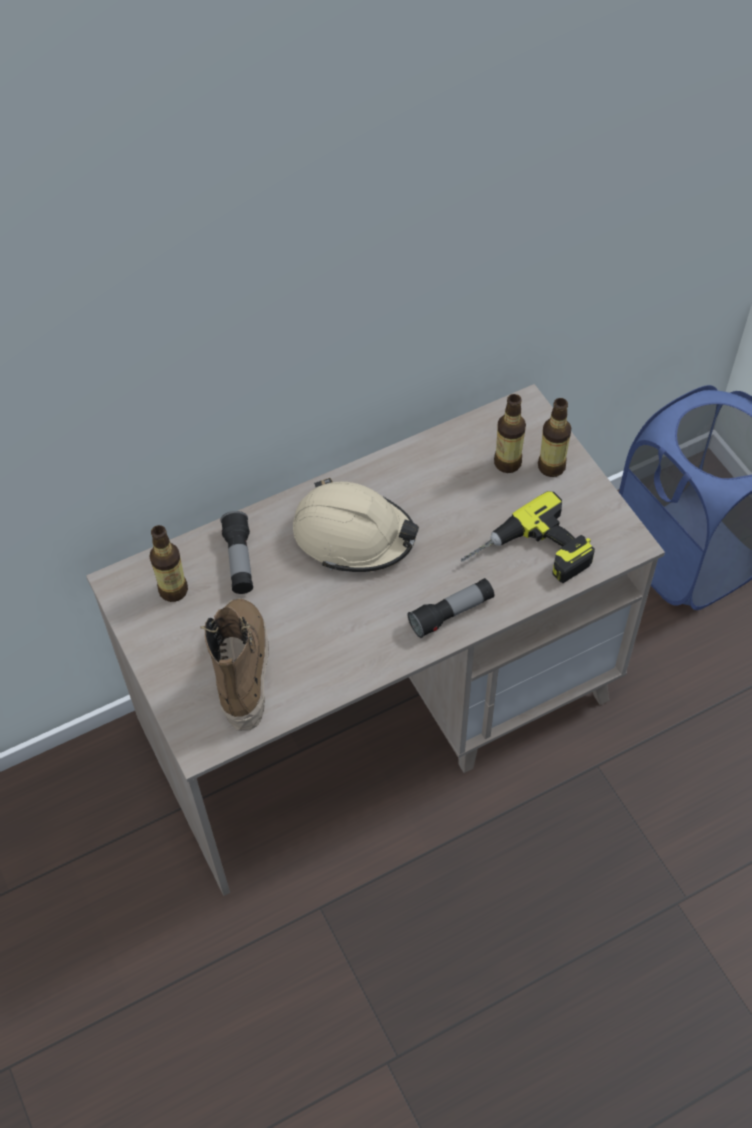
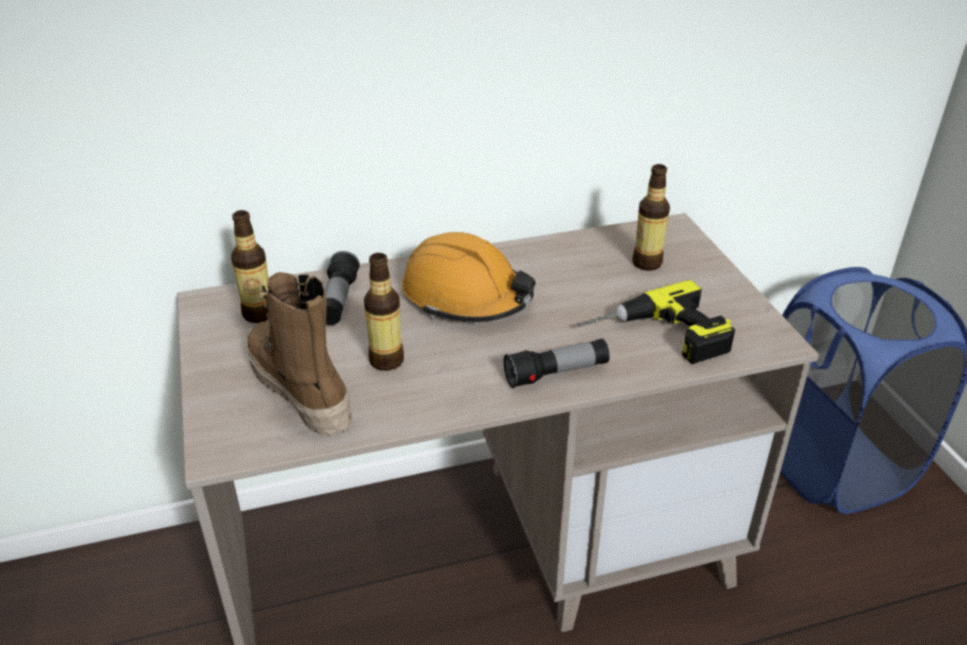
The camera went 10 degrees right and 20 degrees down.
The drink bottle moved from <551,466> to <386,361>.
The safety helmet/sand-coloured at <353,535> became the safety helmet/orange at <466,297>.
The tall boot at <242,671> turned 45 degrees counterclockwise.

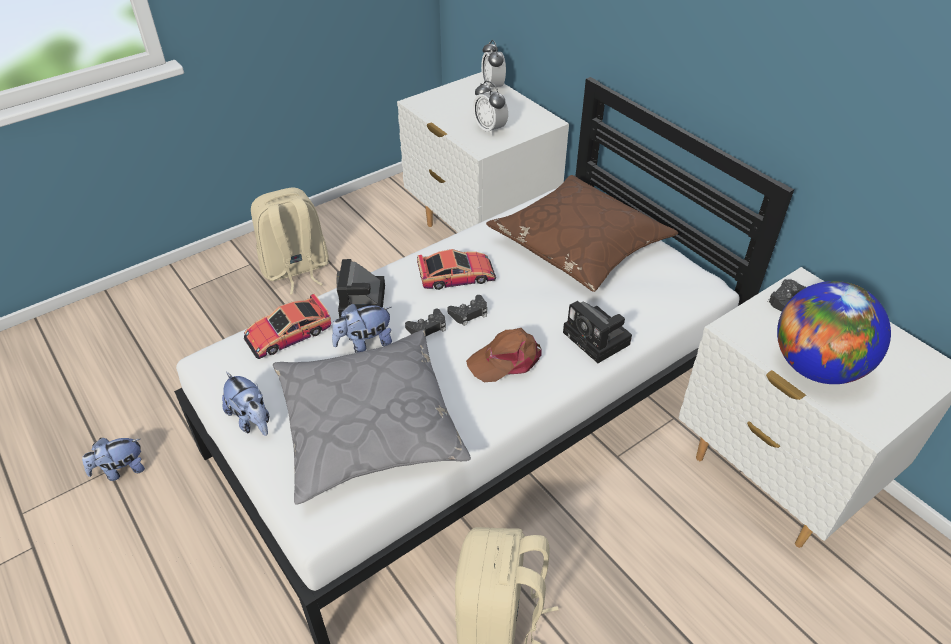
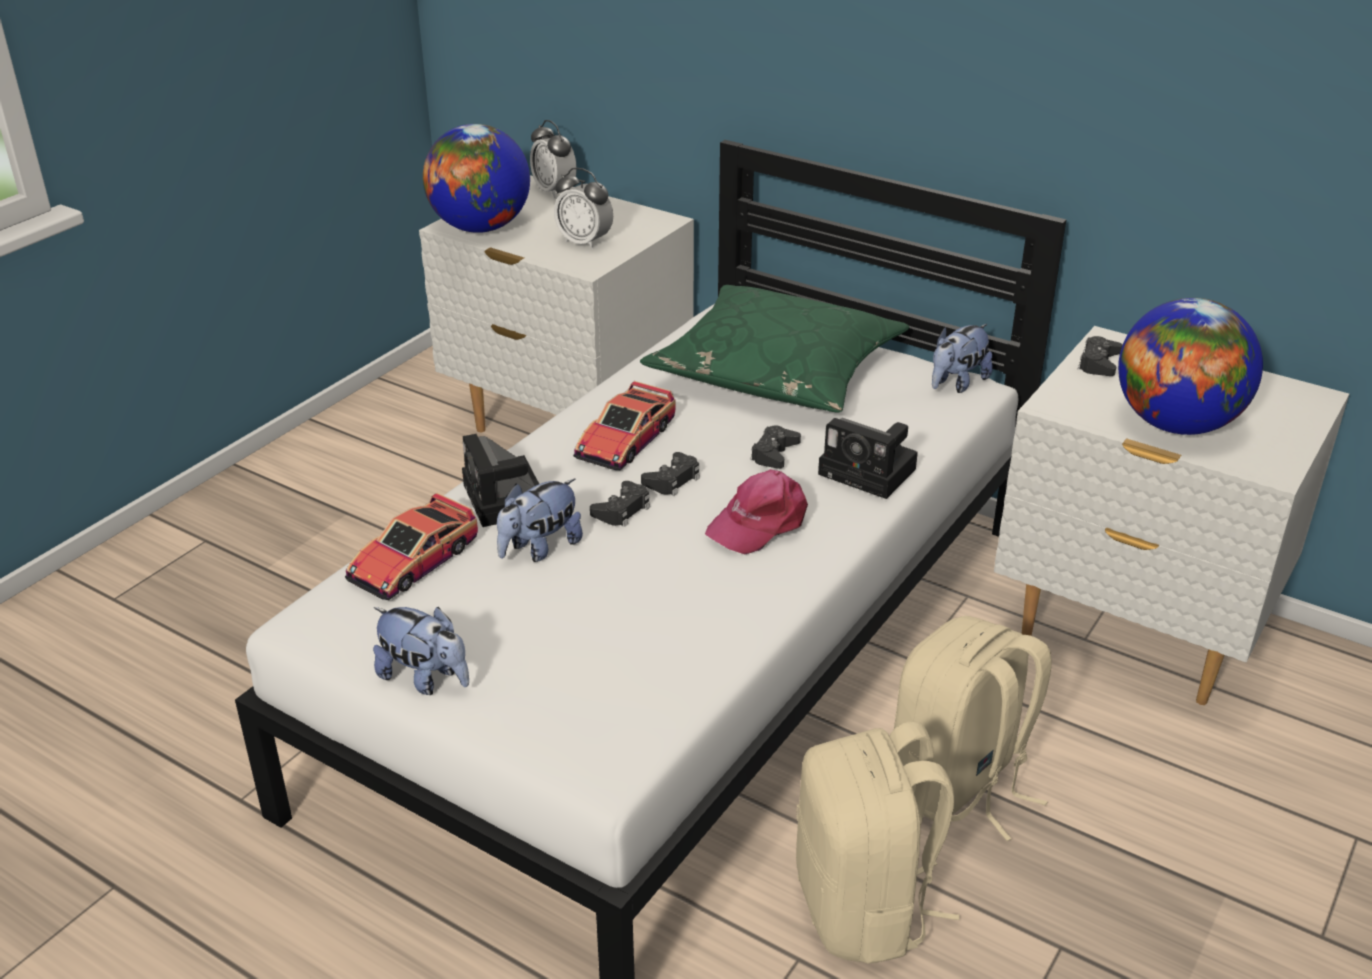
The camera went 20 degrees left and 10 degrees down.
The throw pillow/greyish at <368,425> disappeared.
The globe at <481,228> appeared.
The joypad/black-coloured at <774,453> appeared.
The soft toy moved from <121,470> to <956,383>.
The rucksack/sand-coloured moved from <295,270> to <959,786>.
The peaked cap/brown at <506,360> became the peaked cap/pink at <759,522>.
The throw pillow/brown at <579,244> became the throw pillow/greenish at <776,371>.
The toy car at <456,276> turned 150 degrees clockwise.

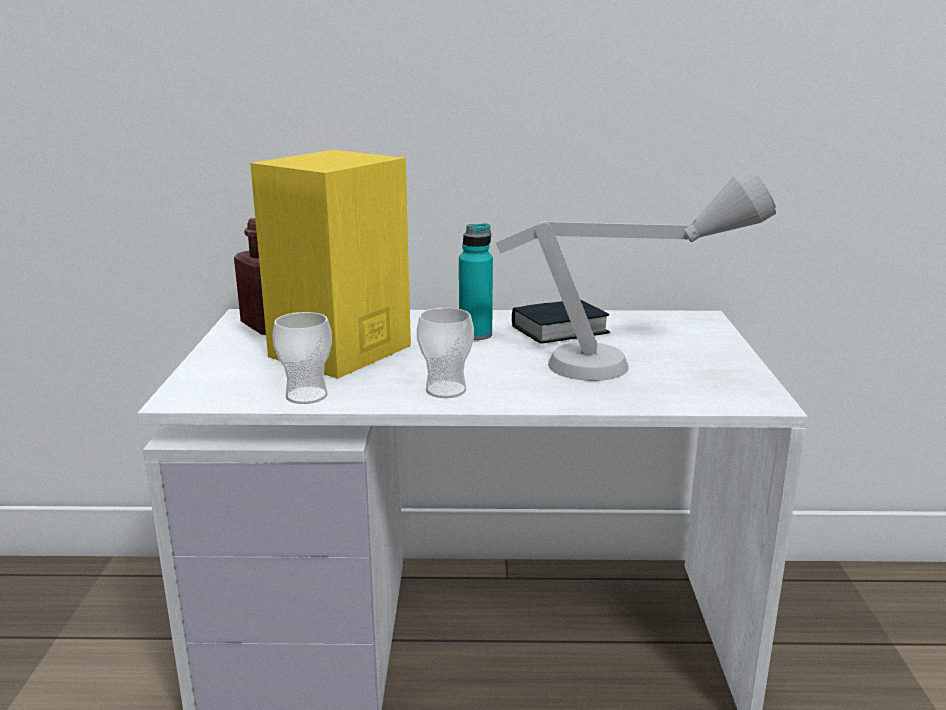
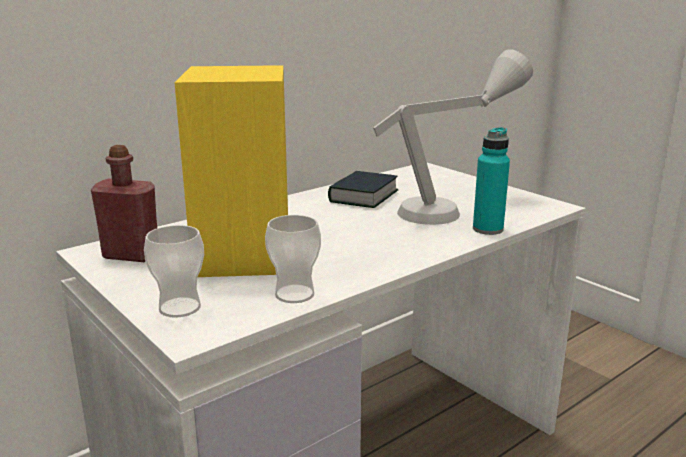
The camera went 40 degrees left and 0 degrees up.
The drinking cup moved from <446,390> to <180,308>.
The drink bottle/turquoise-coloured moved from <475,335> to <487,229>.

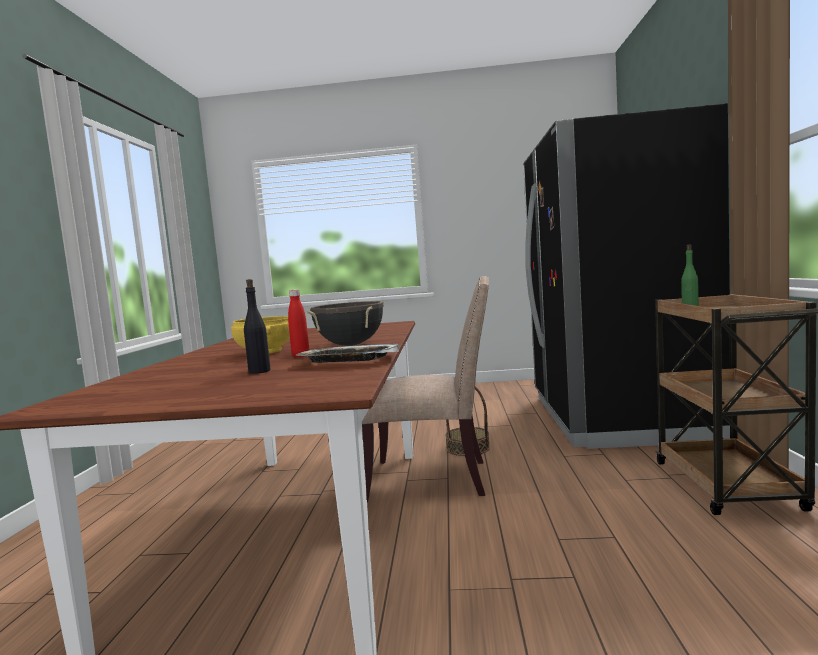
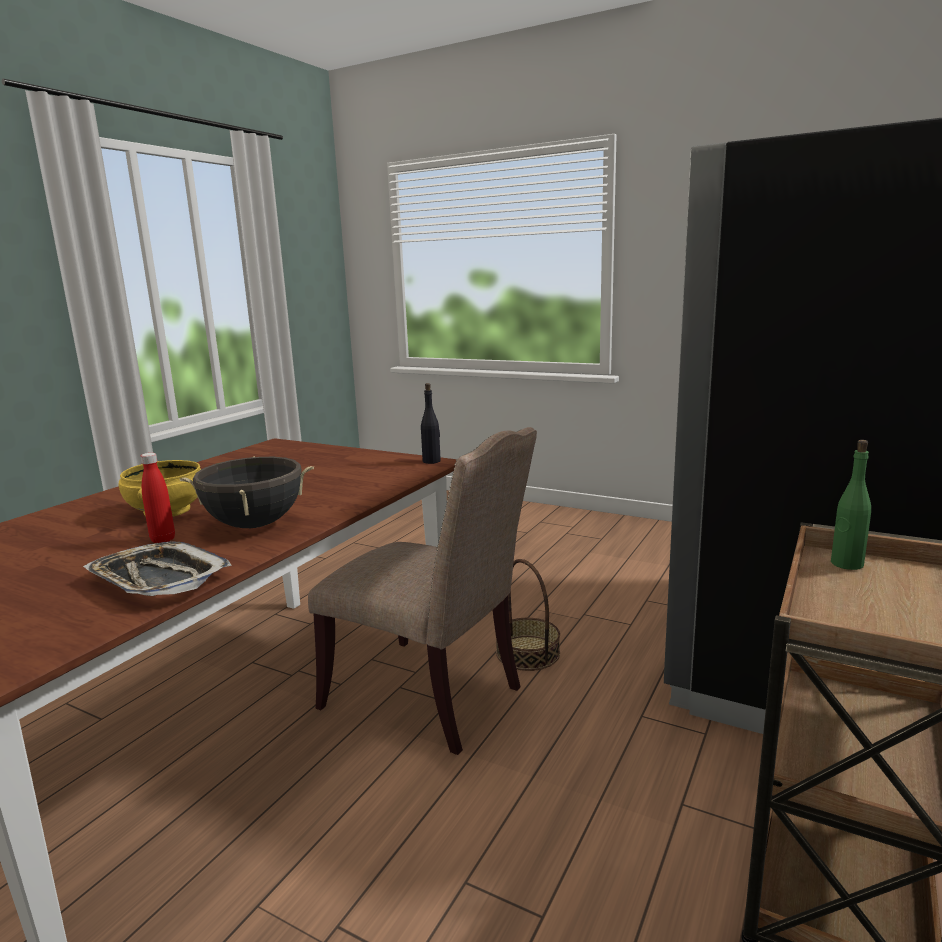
The camera went 25 degrees right and 10 degrees up.
The drink bottle/black-coloured moved from <259,371> to <432,461>.

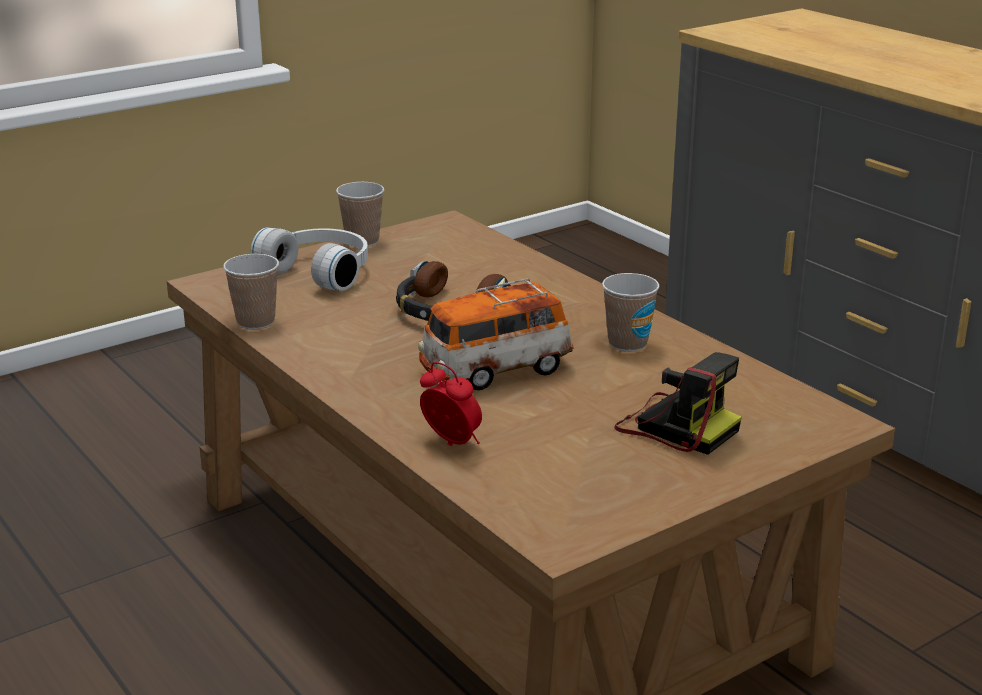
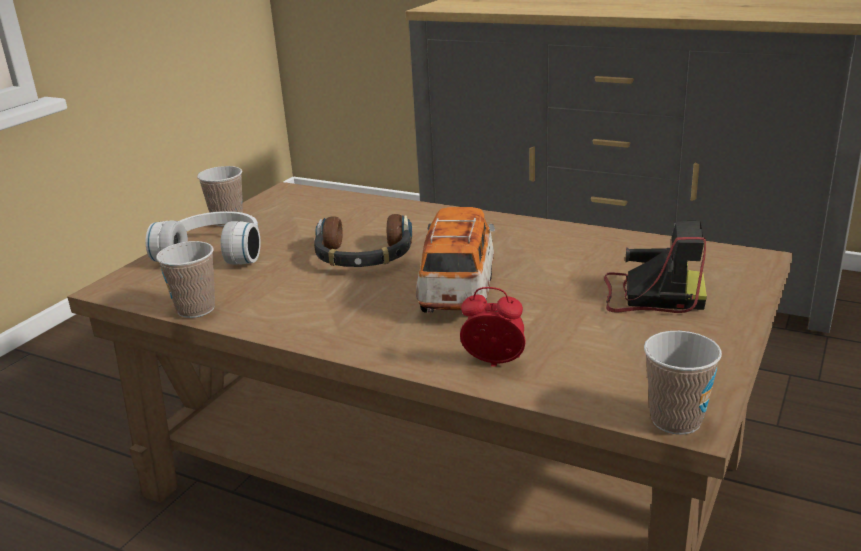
The camera went 25 degrees left and 0 degrees up.
The drinking cup moved from <627,343> to <676,420>.
The toy car at <495,370> turned 150 degrees clockwise.

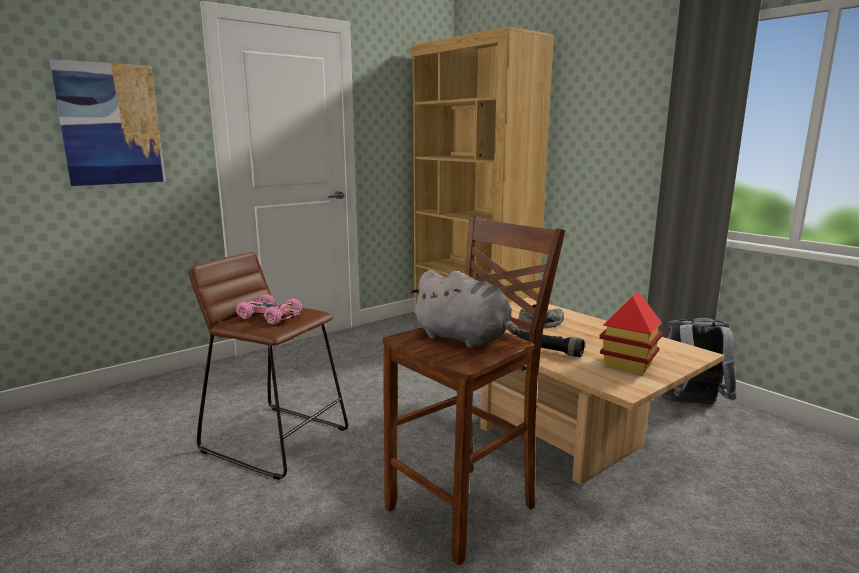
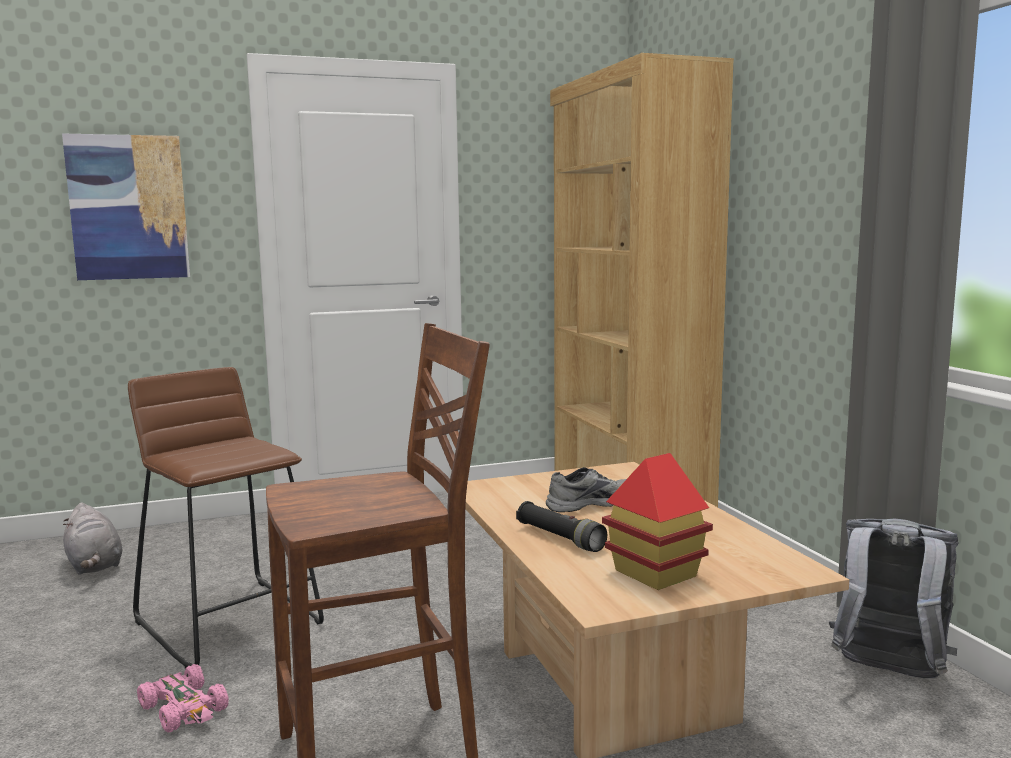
The camera went 20 degrees right and 5 degrees down.
The toy car/pink moved from <271,316> to <185,709>.
The soft toy/greyish moved from <465,339> to <94,566>.

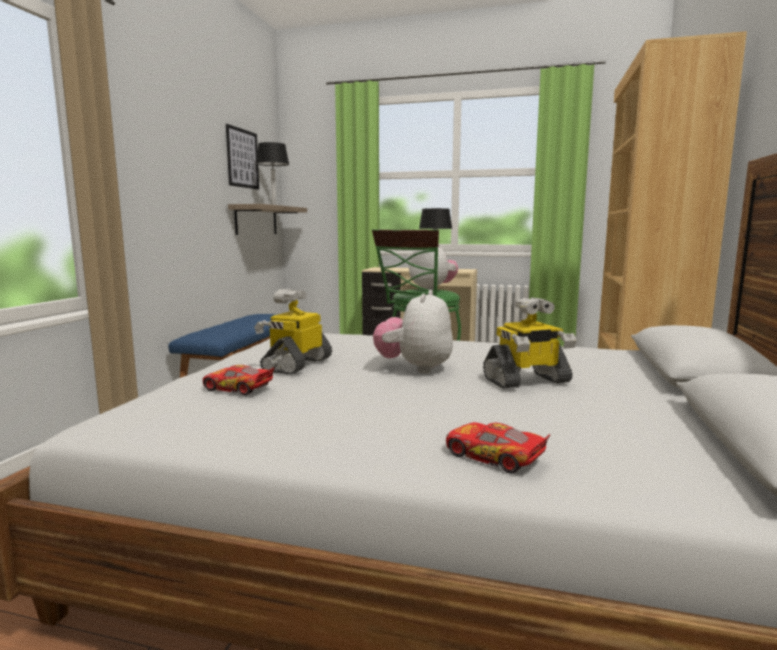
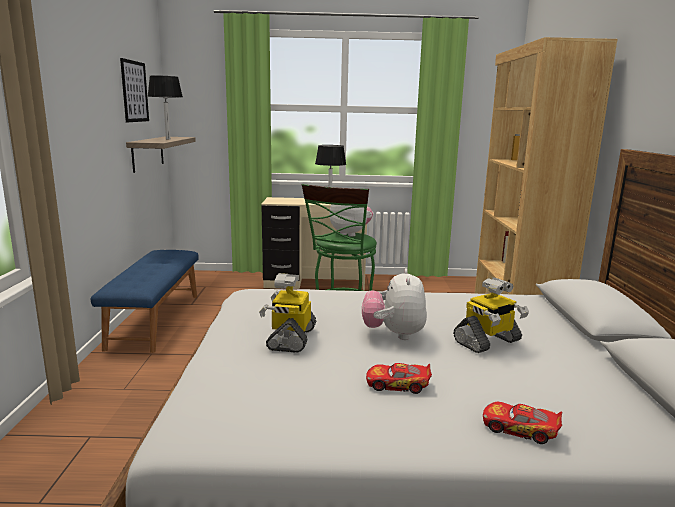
The camera went 15 degrees left and 5 degrees up.
The toy car moved from <238,388> to <397,385>.

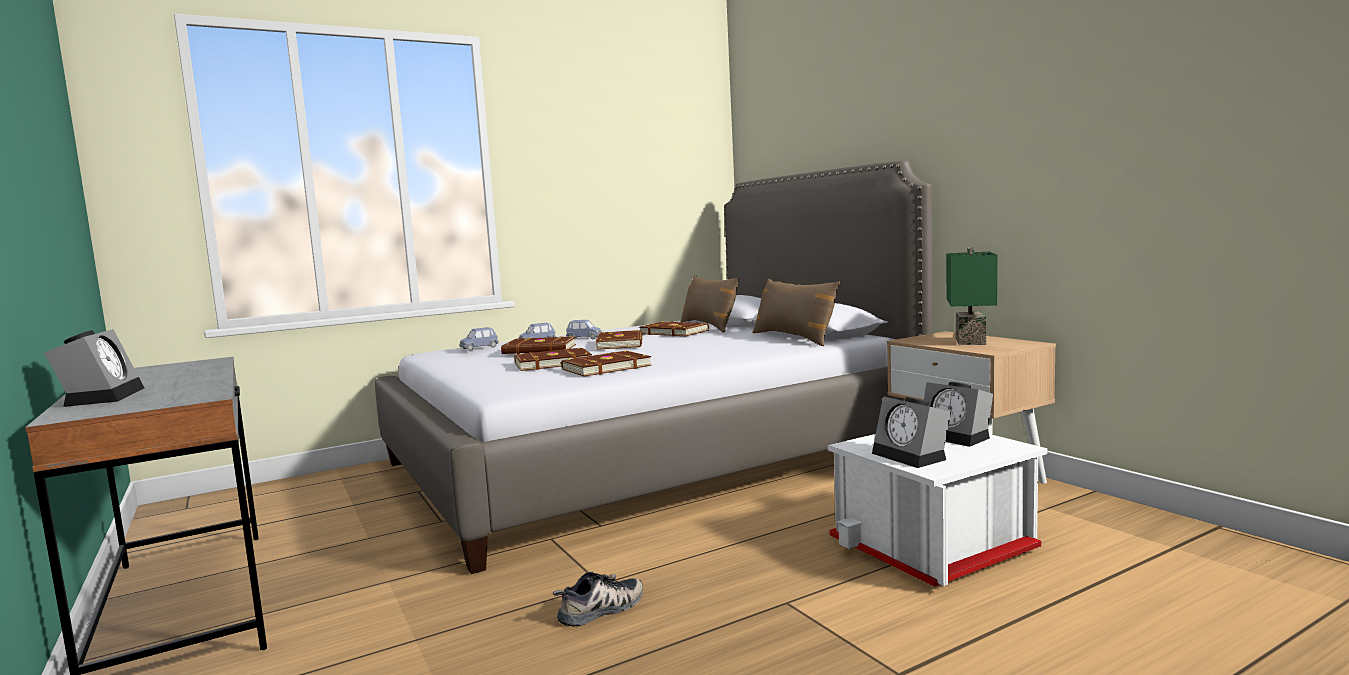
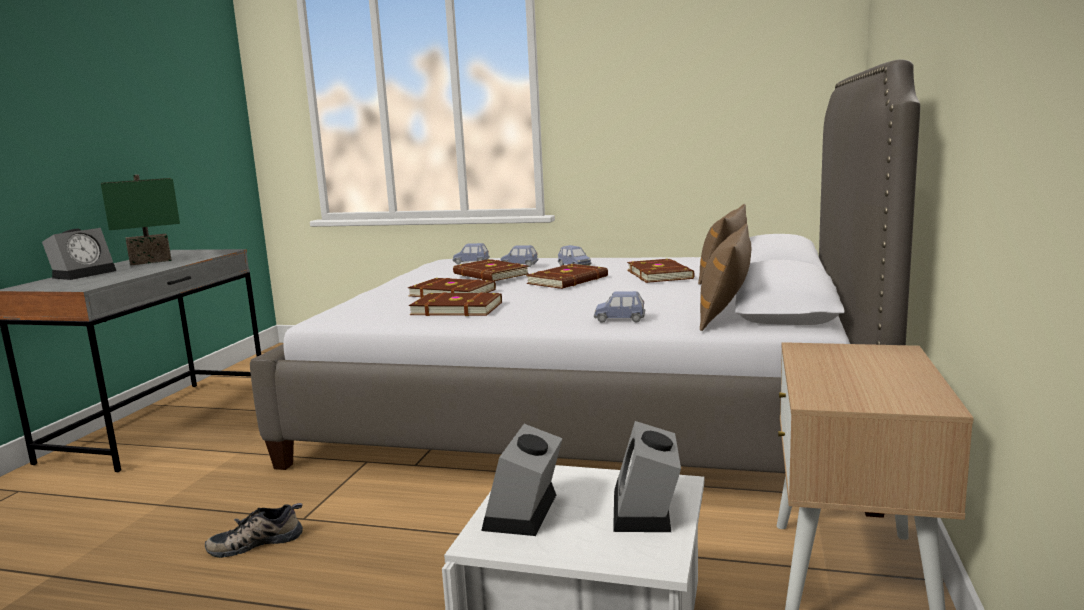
The camera went 45 degrees right and 5 degrees up.
The toy car/bluish at <619,319> appeared.
The lamp for a table/greenish moved from <967,341> to <151,261>.
The low shoe at <602,610> turned 150 degrees clockwise.

